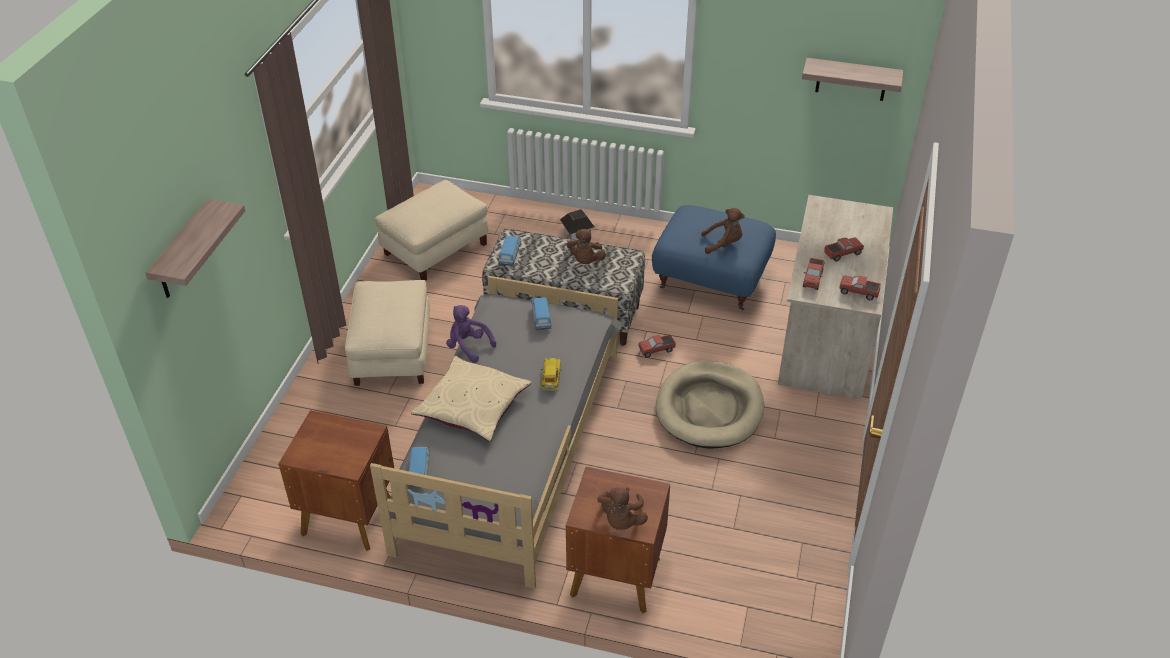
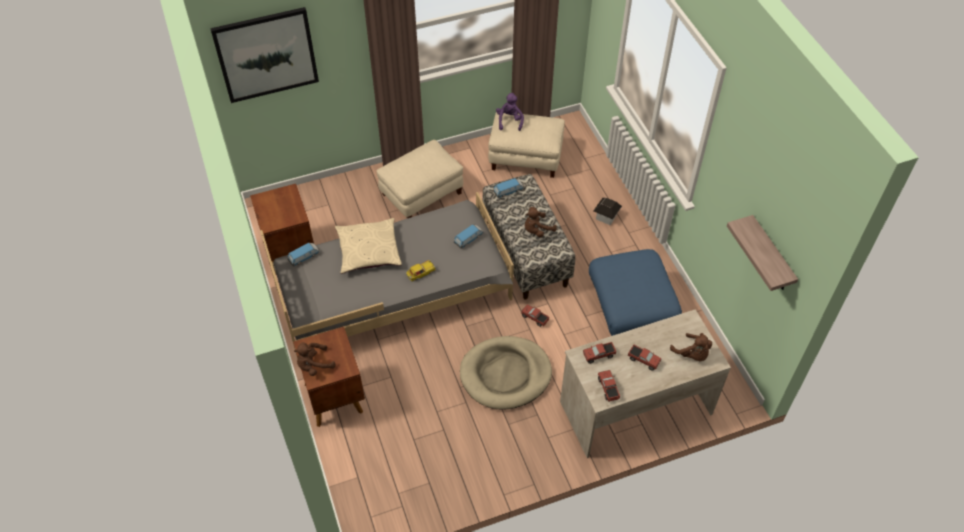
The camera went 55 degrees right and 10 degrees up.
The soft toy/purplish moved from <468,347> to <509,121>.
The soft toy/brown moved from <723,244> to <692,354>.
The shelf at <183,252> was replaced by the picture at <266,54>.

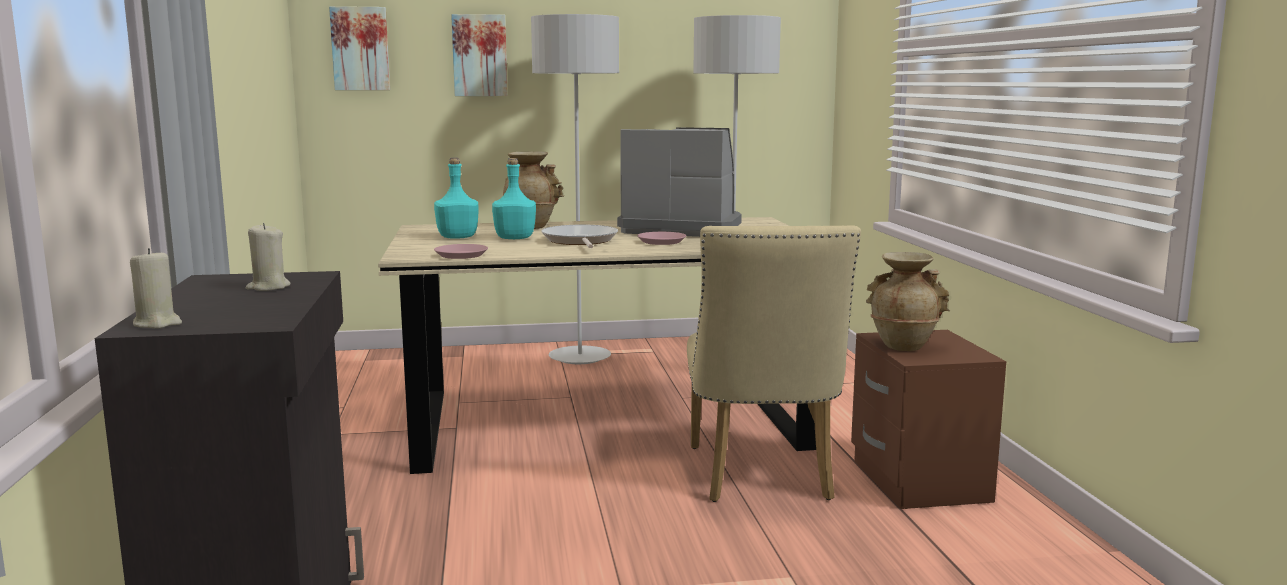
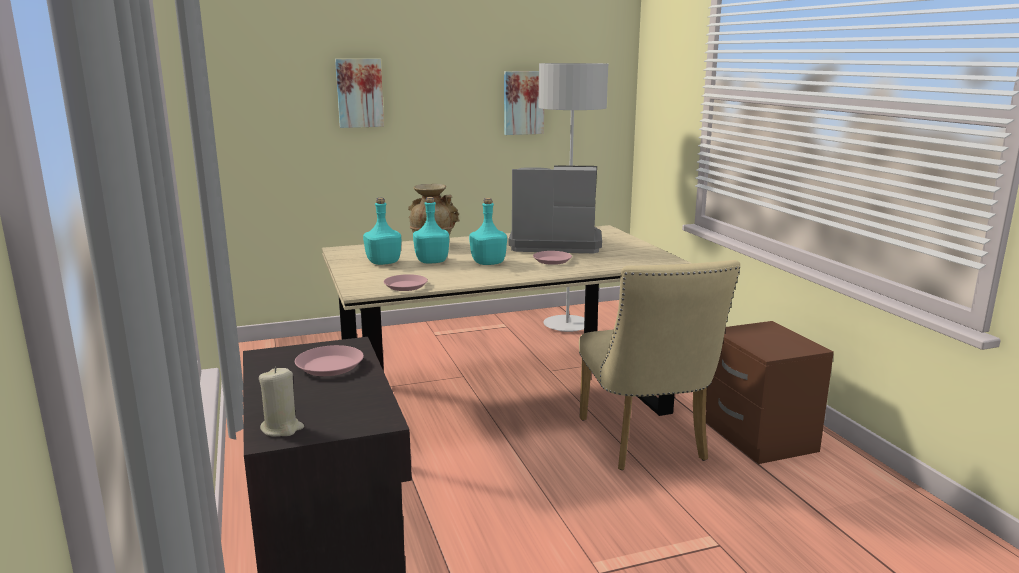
The camera went 10 degrees left and 5 degrees up.
The floor lamp/greyish at <580,358> disappeared.
The flower vase/sand-coloured at <903,345> disappeared.
The picture moved from <360,49> to <523,102>.
The candle/sand-coloured at <268,287> was replaced by the plate/pink at <329,366>.
The frying pan at <580,241> was replaced by the drink bottle/turquoise-coloured at <487,263>.

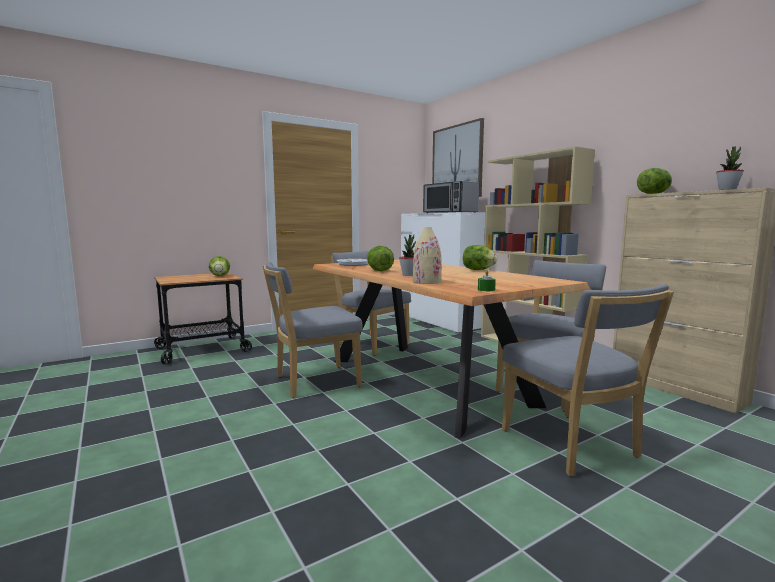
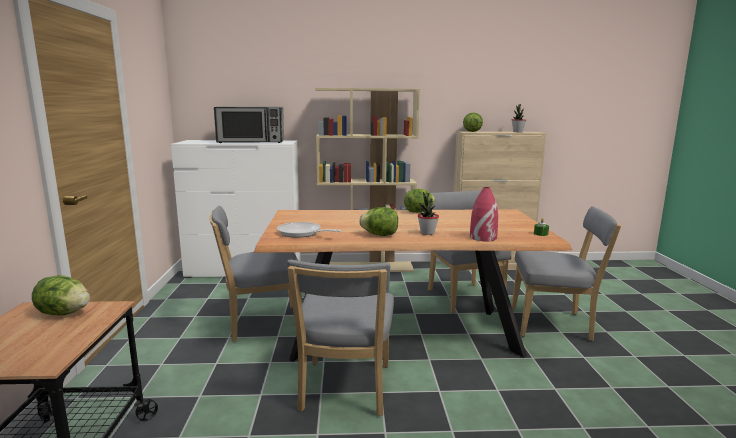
The camera went 60 degrees left and 5 degrees up.
The picture at <457,162> disappeared.
The flower vase/sand-coloured at <427,282> became the flower vase/red at <482,237>.

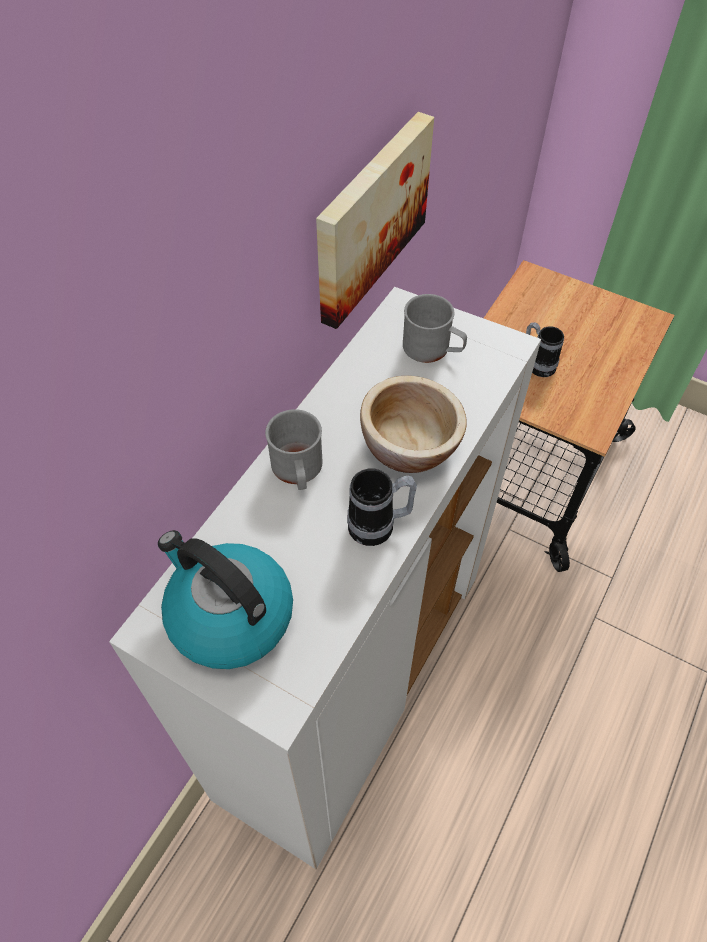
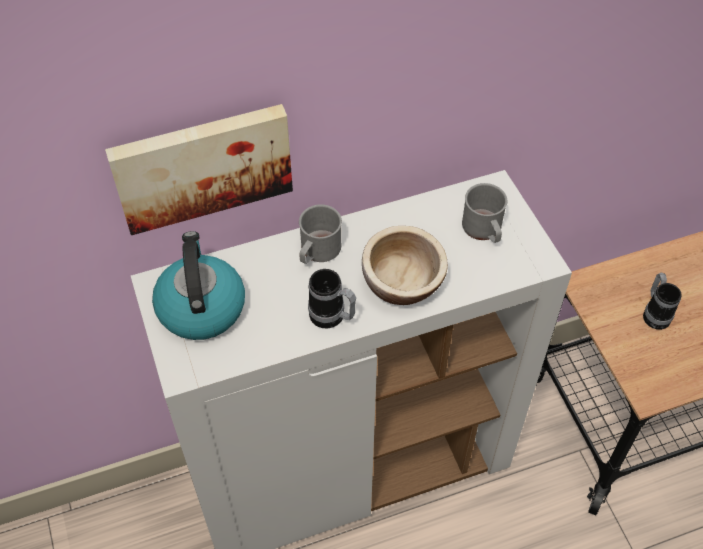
The camera went 40 degrees right and 0 degrees up.
The picture moved from <369,217> to <202,165>.

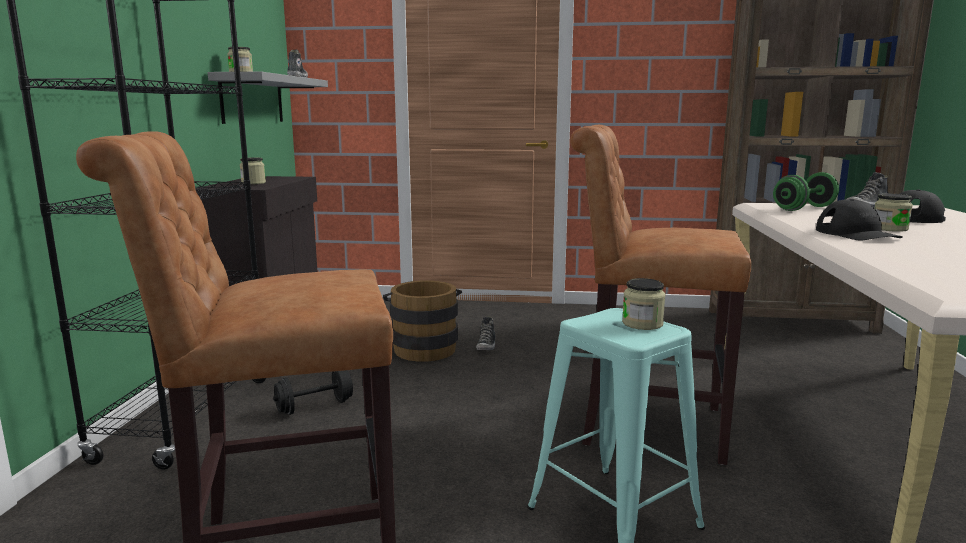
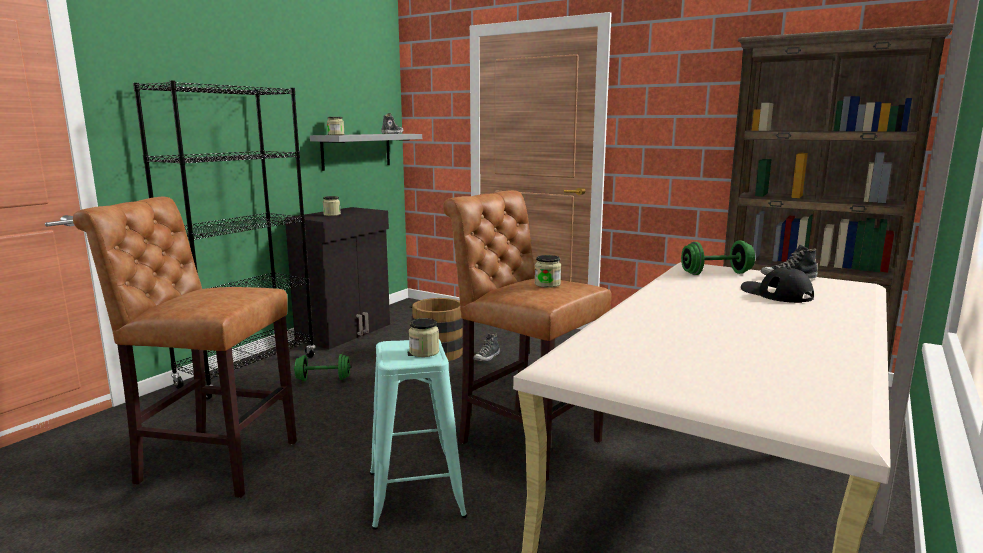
The camera went 25 degrees right and 0 degrees up.
The peaked cap/black-coloured at <856,234> disappeared.
The jar moved from <889,229> to <547,284>.
The hand weight/black-coloured at <315,407> became the hand weight/greenish at <323,379>.

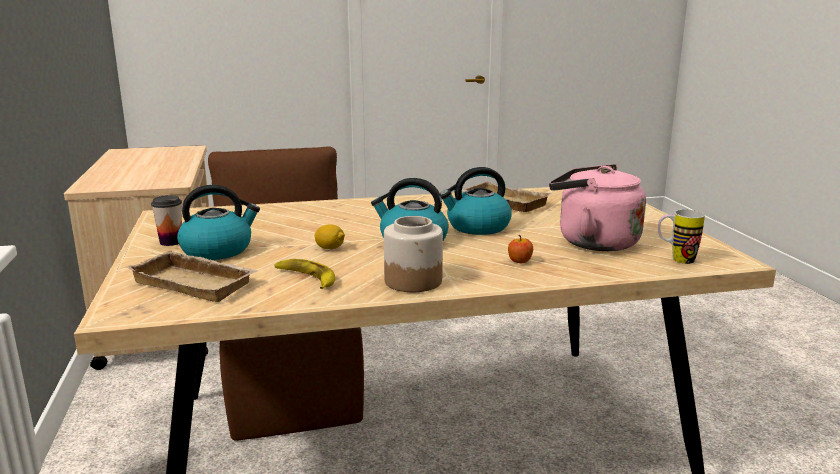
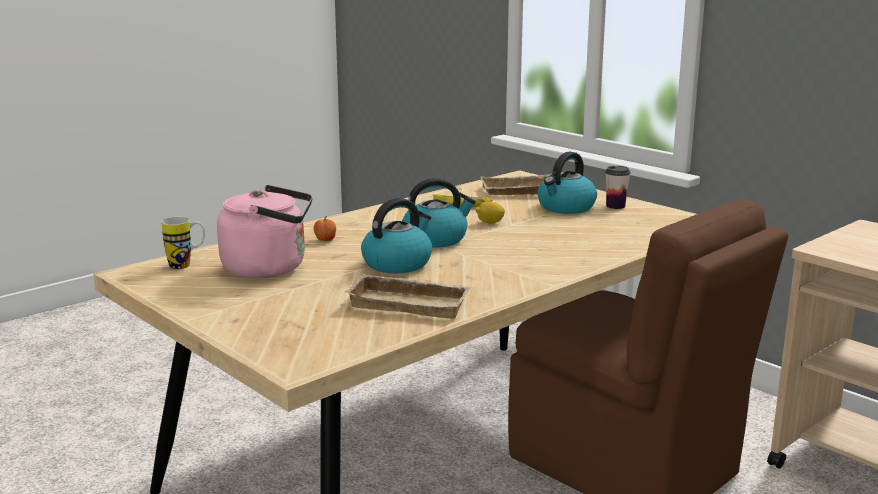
The camera went 150 degrees right and 0 degrees up.
The jar at <414,281> disappeared.

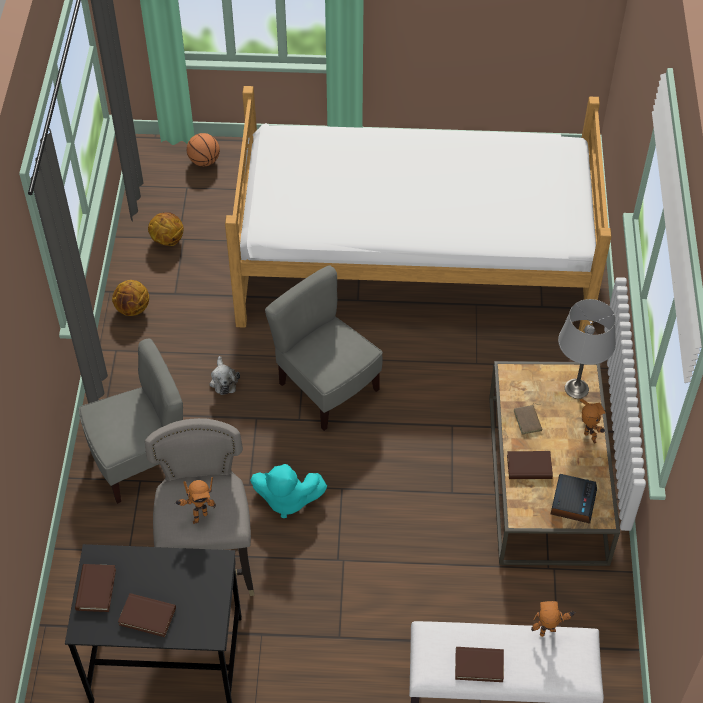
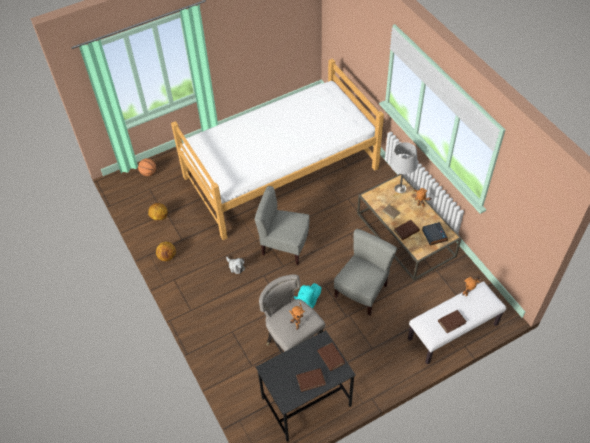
The camera went 30 degrees left and 0 degrees up.
The volume/brown moved from <96,589> to <331,357>.
The chair/greyish moved from <140,460> to <362,292>.

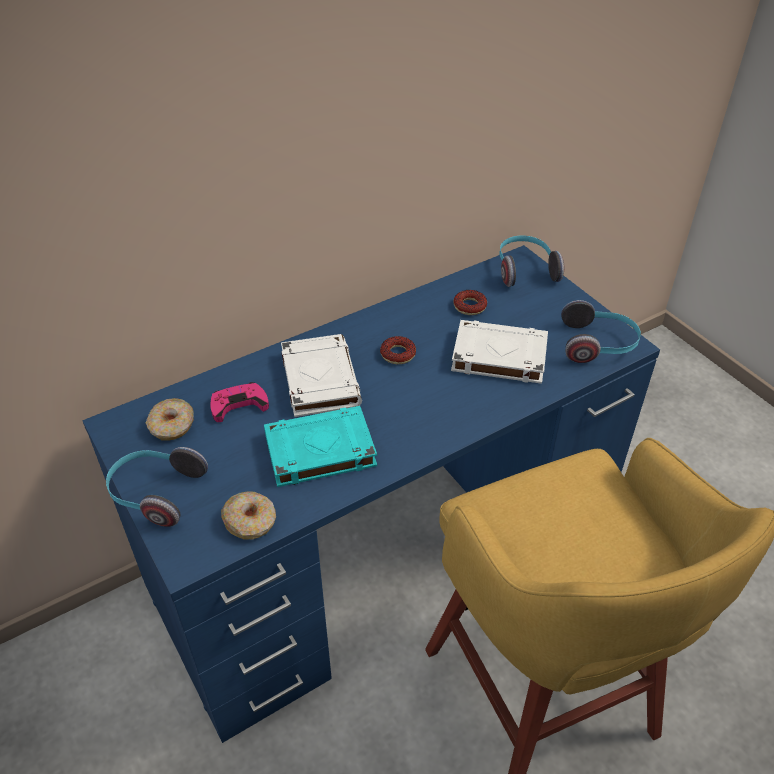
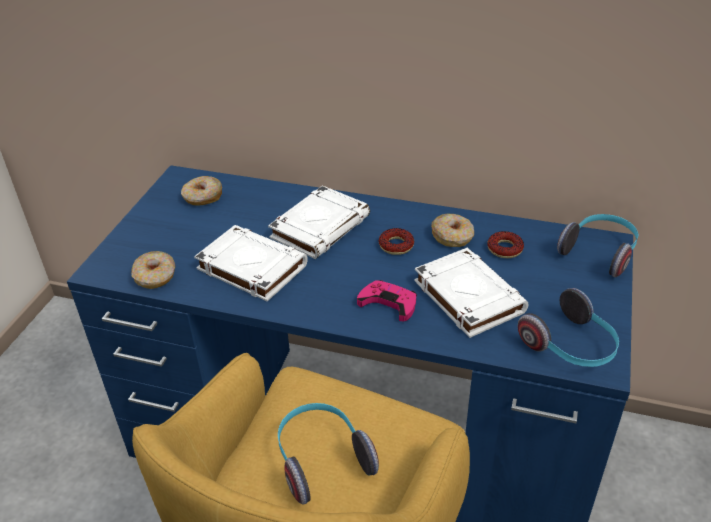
The camera went 50 degrees right and 5 degrees down.
The ring doughnut at <452,236> appeared.
The pair of headphones moved from <156,493> to <321,459>.
The joypad/pink moved from <239,405> to <388,303>.
The volume/turquoise-coloured at <319,451> became the volume/white-coloured at <250,267>.

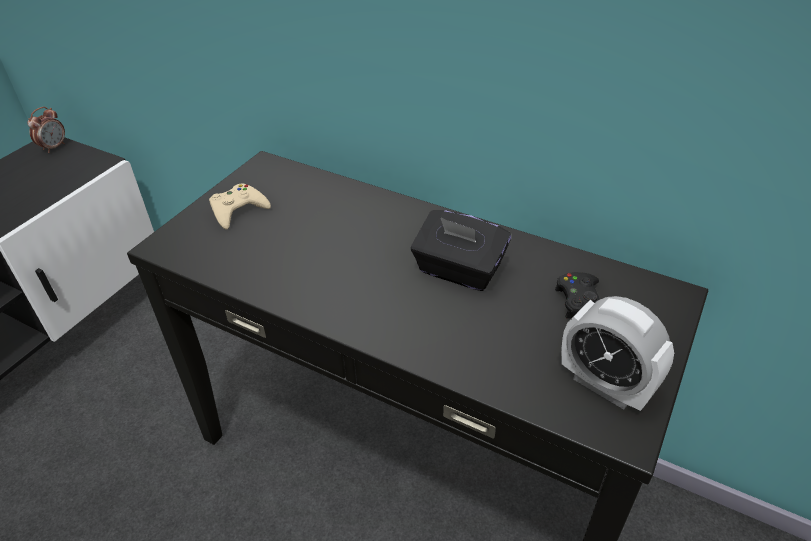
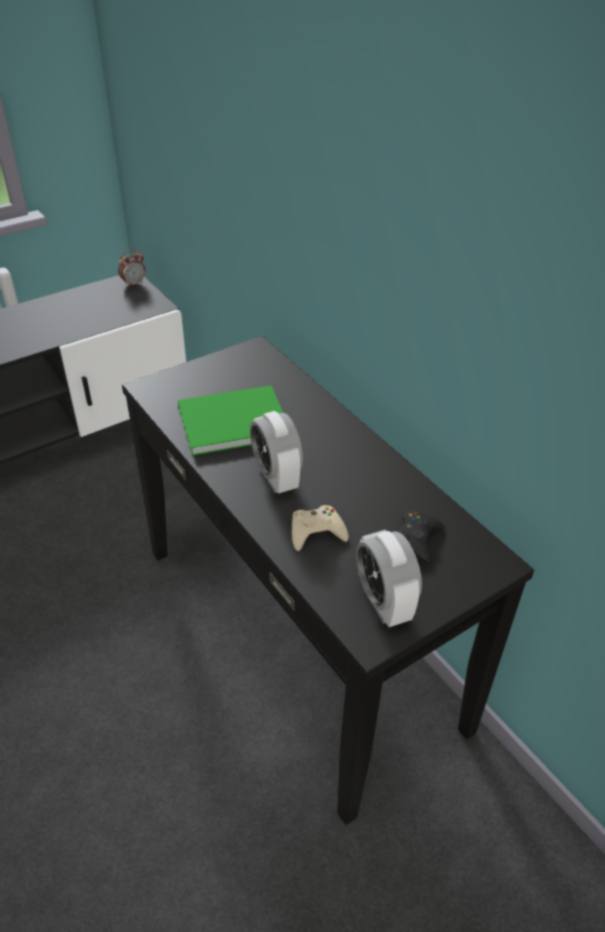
The camera went 25 degrees right and 0 degrees up.
The box of tissues/black-coloured at <458,271> disappeared.
The volume/greenish at <229,421> appeared.
The alarm clock at <276,477> appeared.
The joypad/sand-coloured moved from <238,210> to <316,532>.

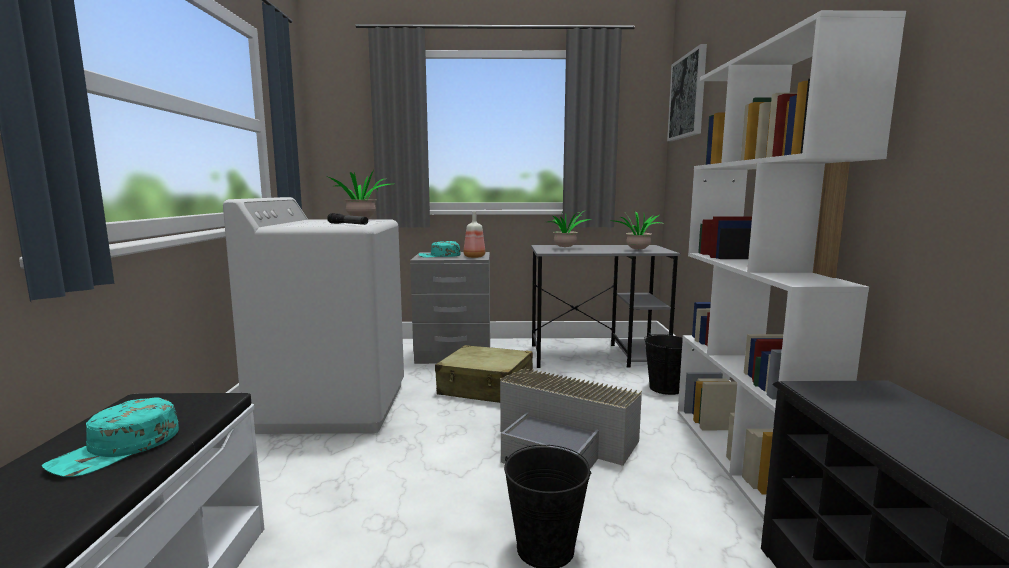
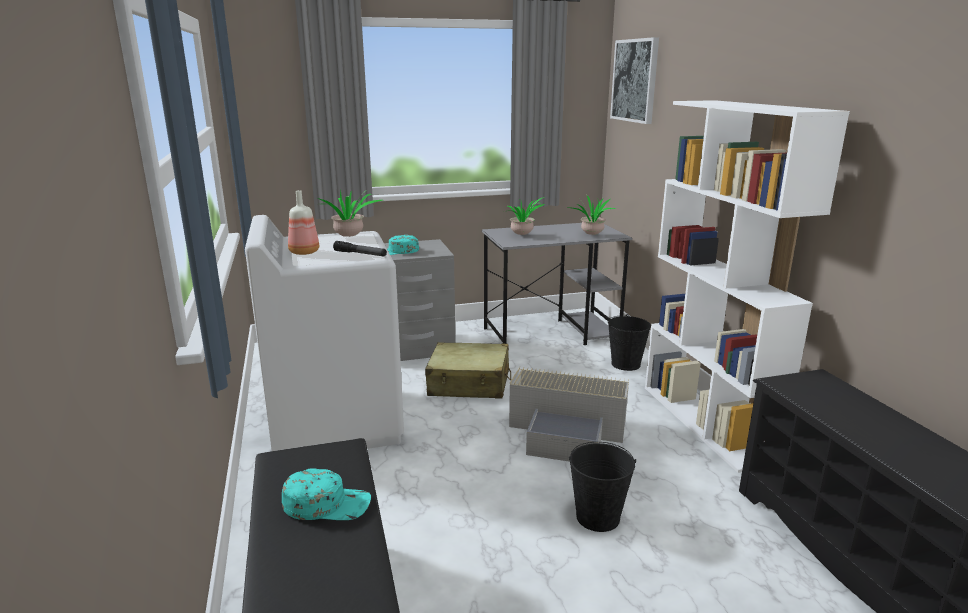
The camera went 15 degrees left and 10 degrees up.
The drink bottle moved from <474,257> to <303,252>.
The peaked cap/turquoise-coloured at <117,449> turned 105 degrees counterclockwise.

